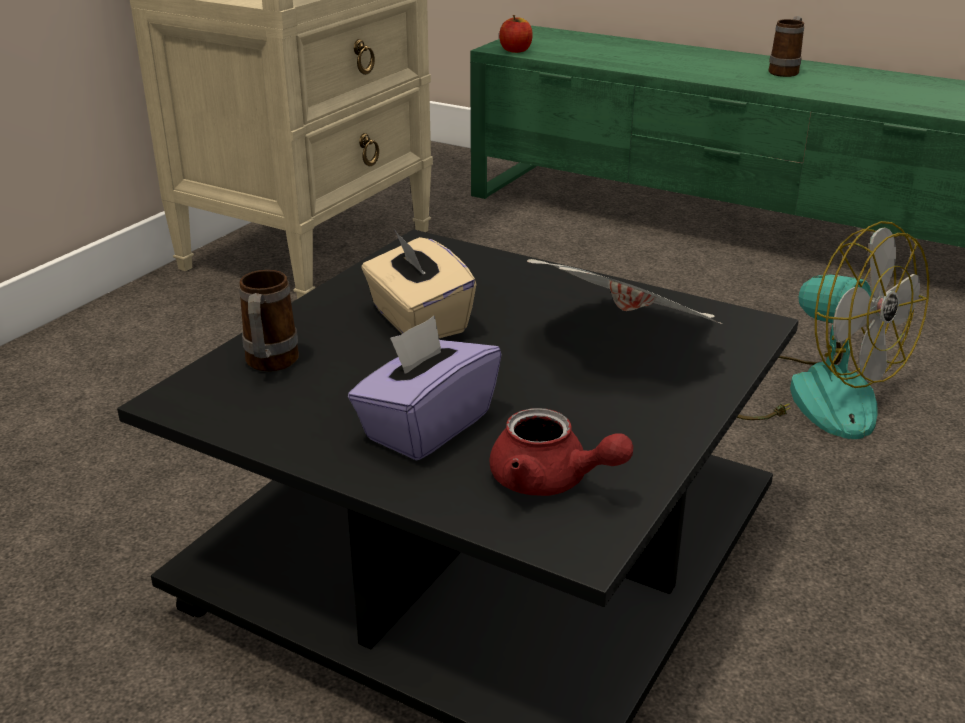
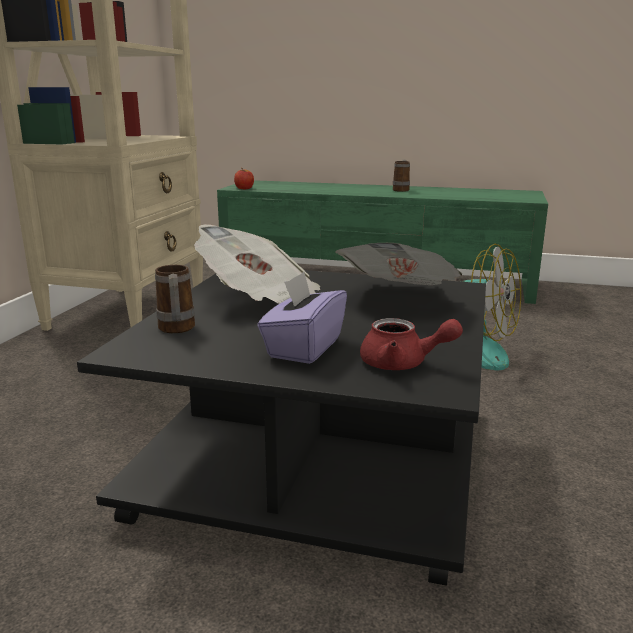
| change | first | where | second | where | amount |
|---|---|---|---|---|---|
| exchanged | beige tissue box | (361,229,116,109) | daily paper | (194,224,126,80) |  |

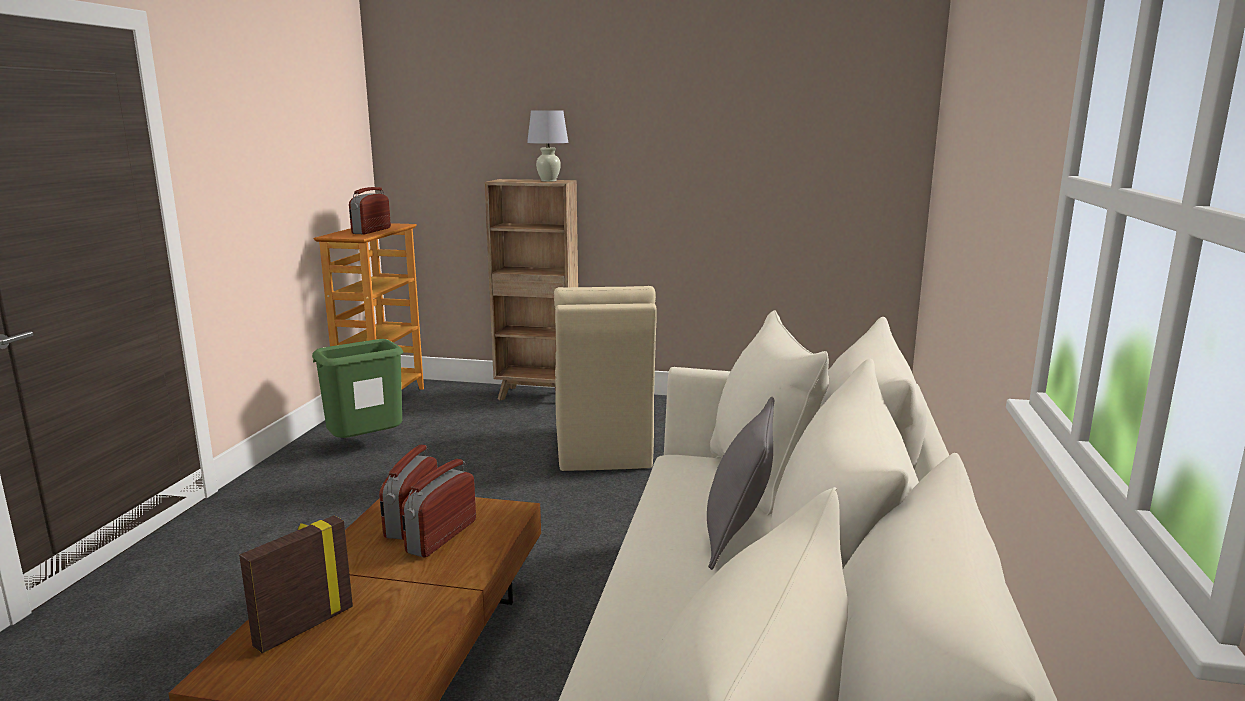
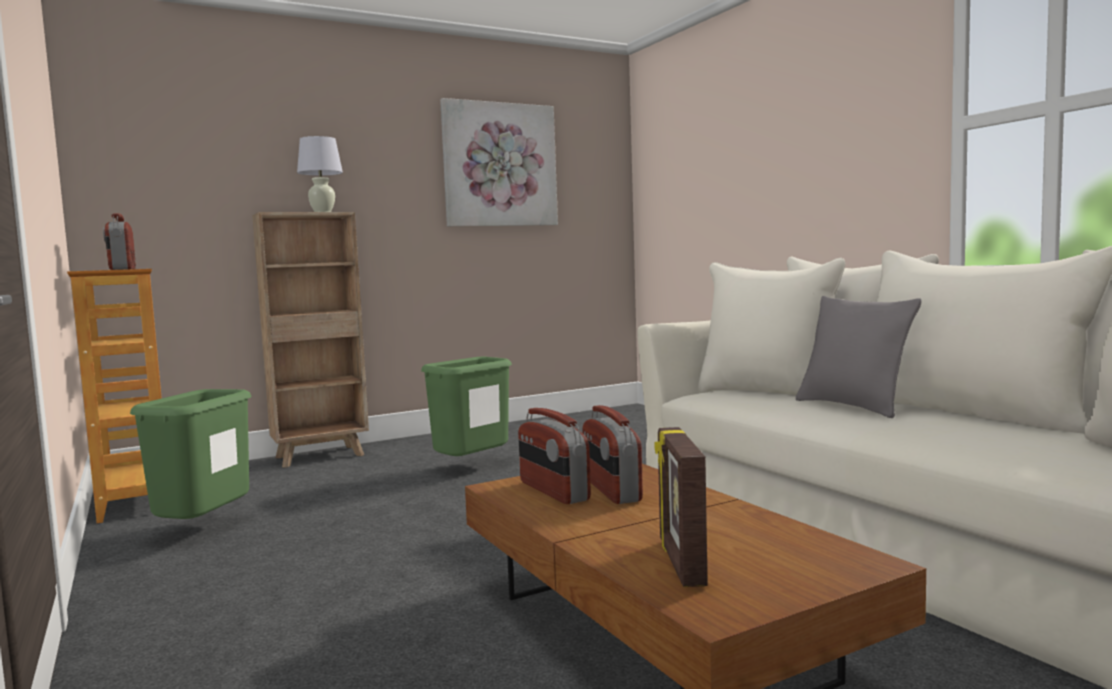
| change | first | where | second | where | amount |
|---|---|---|---|---|---|
| appeared |  |  | picture | (440,98,118,128) |  |
| exchanged | beige plain chair | (554,286,103,185) | green rubbish bin | (421,357,91,99) |  |

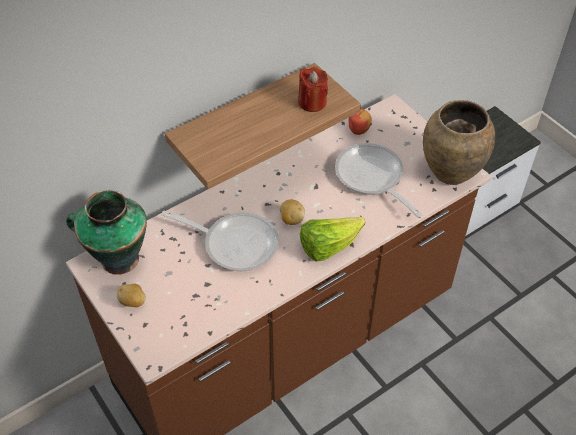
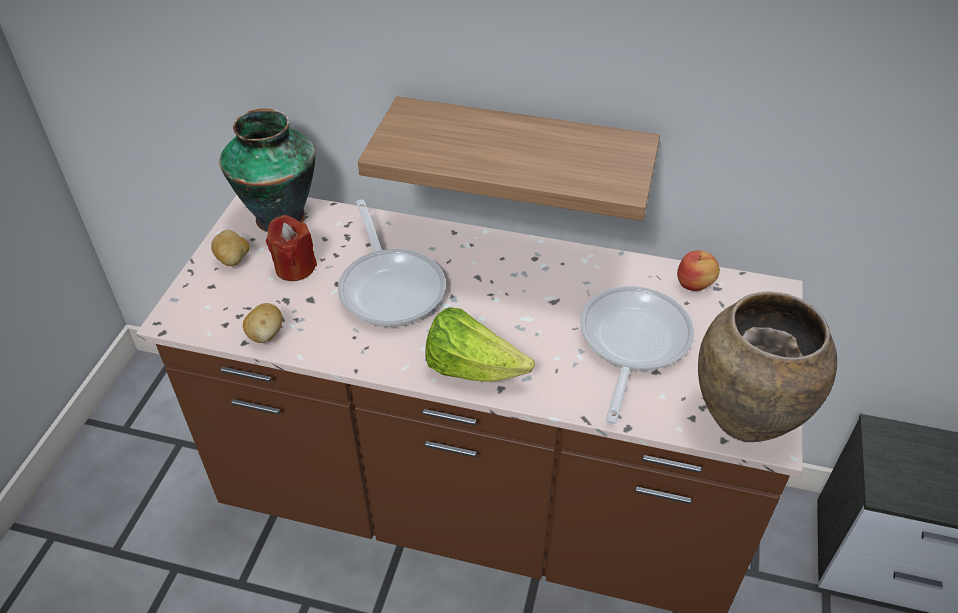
| change | first | where | second | where | amount |
|---|---|---|---|---|---|
| relocated | potato | (280,200,25,25) |  | (243,303,39,40) |  |
| relocated | red wax light | (298,67,30,45) |  | (266,215,51,66) |  |

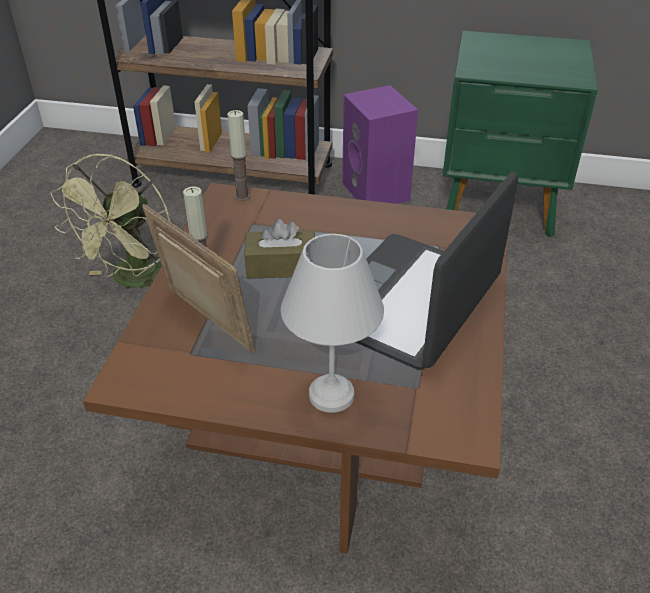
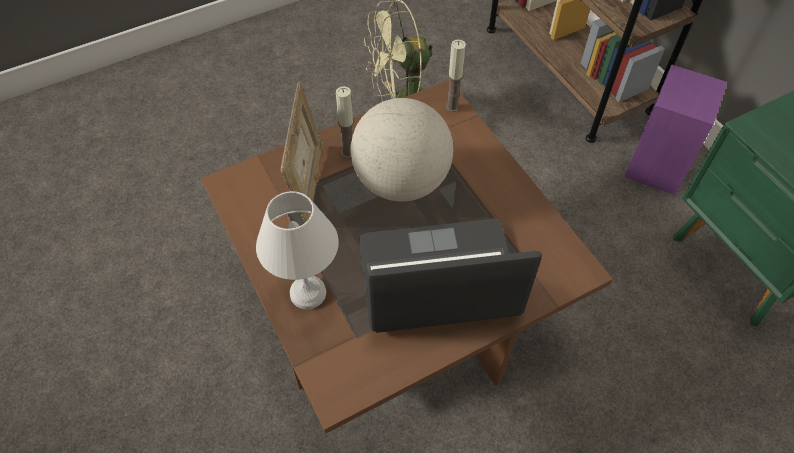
| change | first | where | second | where | amount |
|---|---|---|---|---|---|
| exchanged | brownish tissue box | (244,219,71,60) | desk globe | (351,98,102,104) |  |

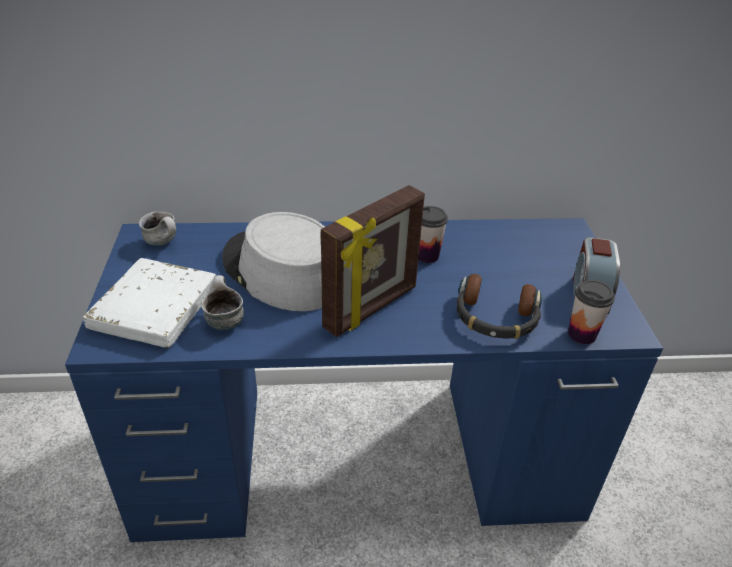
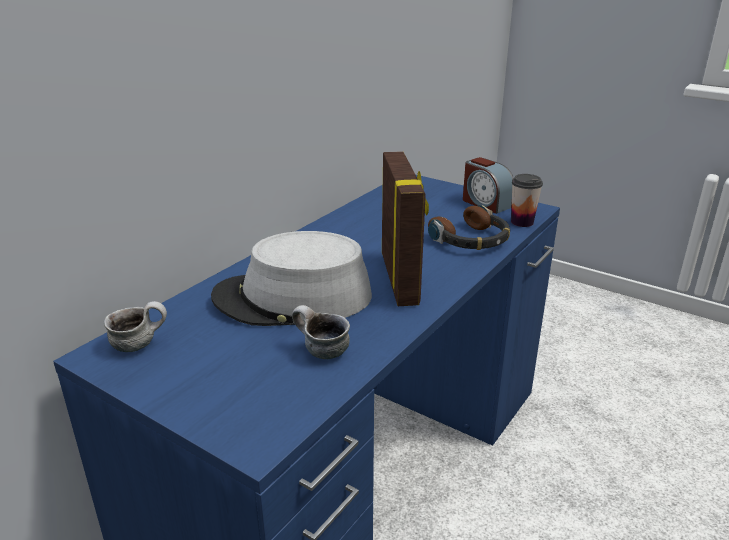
| change | first | where | second | where | amount |
|---|---|---|---|---|---|
| missing | white-coloured book | (83,258,133,90) |  |  |  |
| missing | drinking cup | (418,206,30,57) |  |  |  |

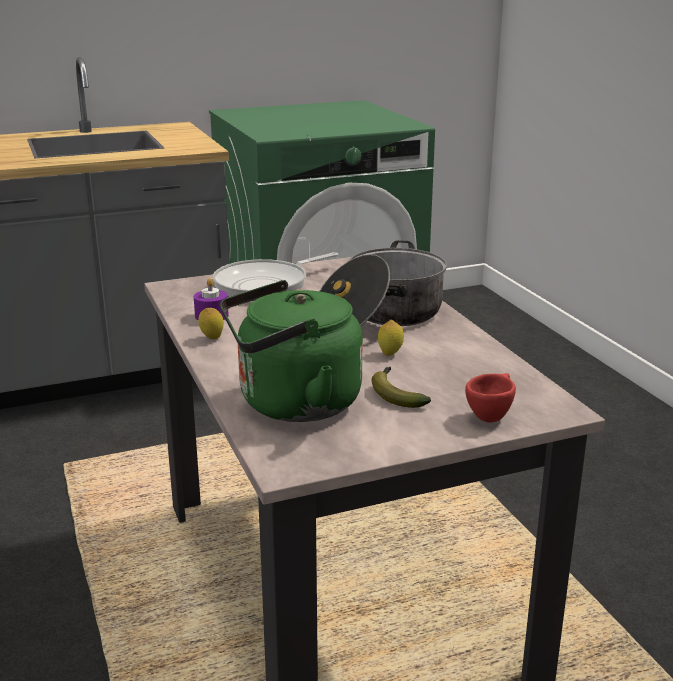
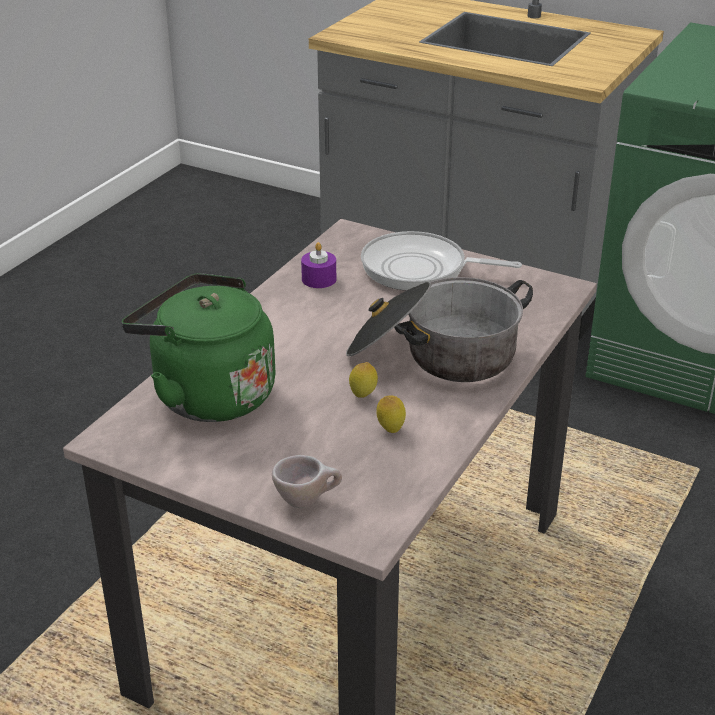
| change | first | where | second | where | amount |
|---|---|---|---|---|---|
| missing | banana | (371,367,60,41) |  |  |  |
| relocated | whole lemon | (198,308,26,31) |  | (376,395,30,38) |  |
| colour | red drinking cup | (465,373,51,50) | beige drinking cup | (272,455,70,53) |  |

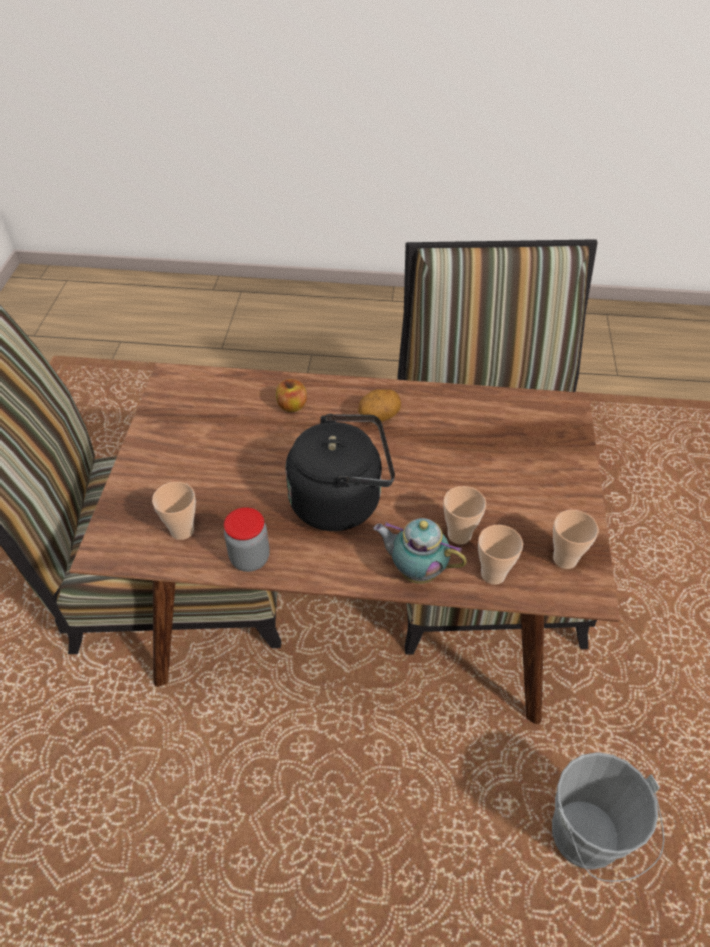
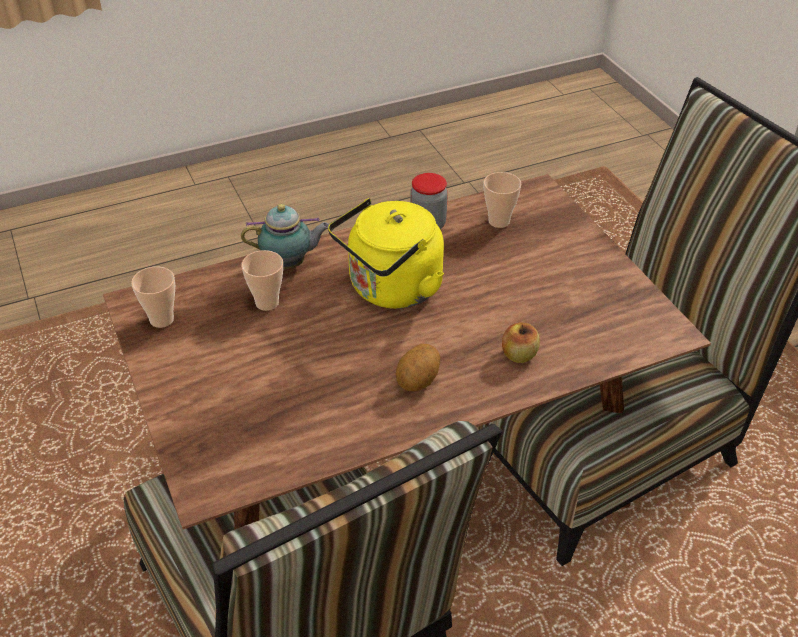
| change | first | where | second | where | amount |
|---|---|---|---|---|---|
| missing | drinking cup | (478,525,45,60) |  |  |  |
| missing | grey bucket | (552,752,112,130) |  |  |  |
| colour | blackish tea kettle | (285,414,110,117) | yellow-coloured tea kettle | (328,198,116,111) |  |

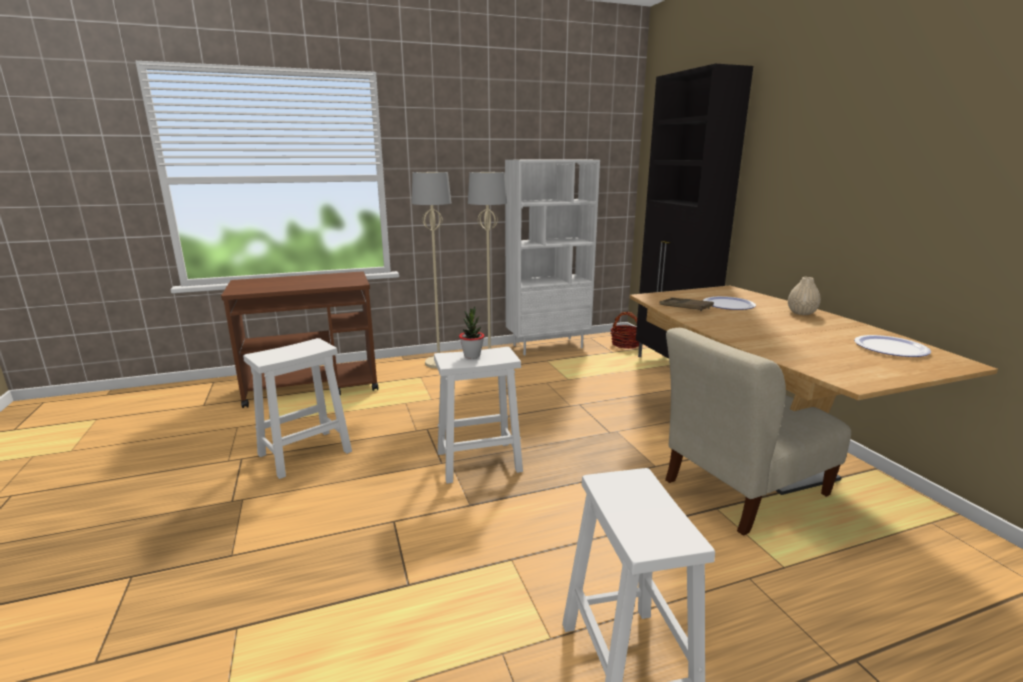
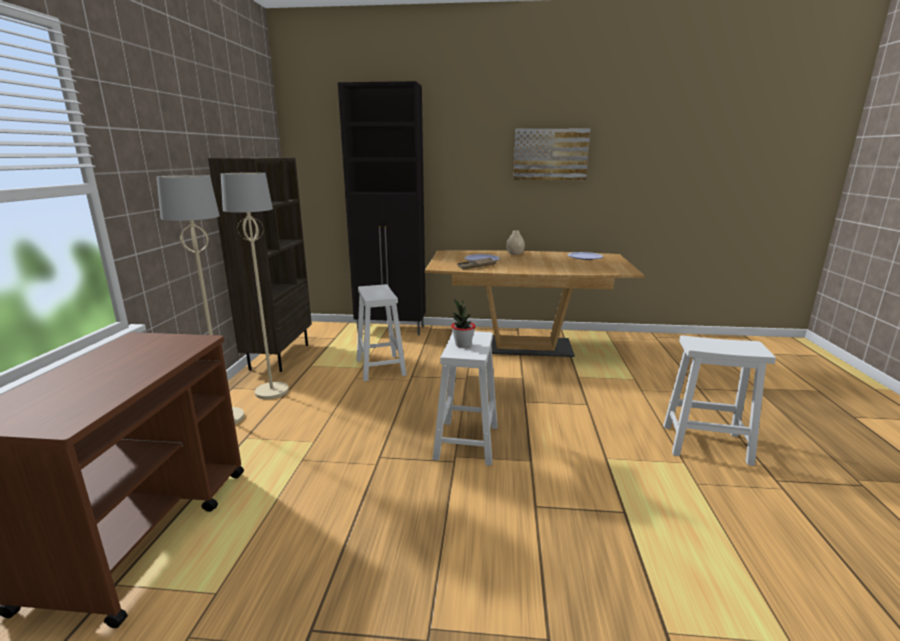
| change | first | where | second | where | amount |
|---|---|---|---|---|---|
| missing | household basket | (610,312,29,37) |  |  |  |
| missing | beige plain chair | (665,328,186,207) |  |  |  |
| appeared |  |  | picture | (514,129,76,51) |  |
| relocated | white-coloured stool seat | (243,338,109,141) |  | (357,284,50,97) |  |
| colour | white-coloured bookcase | (505,159,95,196) | brownish bookcase | (208,157,104,215) |  |

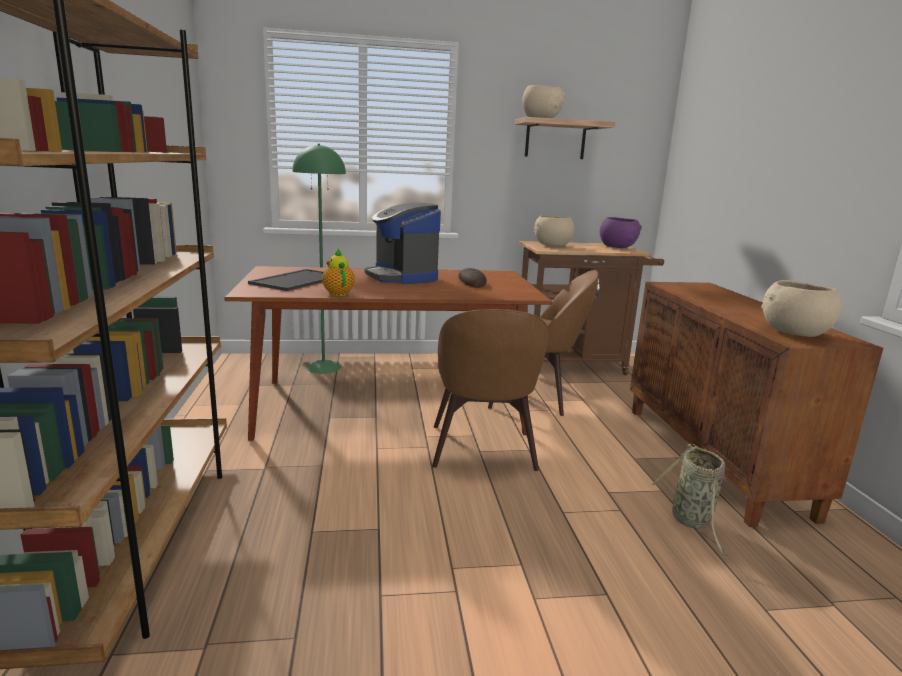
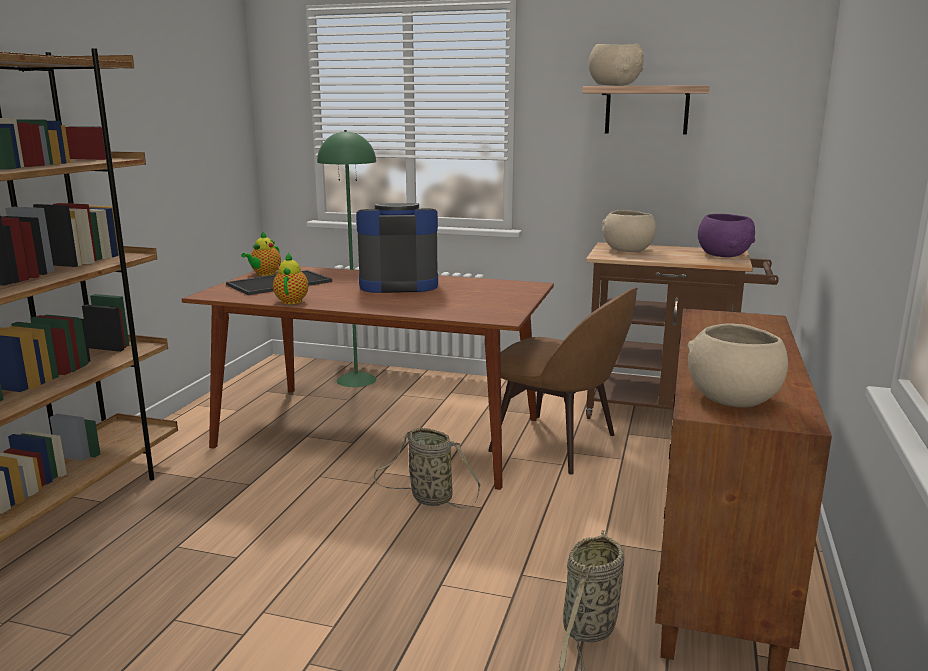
| change | first | where | second | where | amount |
|---|---|---|---|---|---|
| missing | bakery bread | (458,268,29,20) |  |  |  |
| appeared |  |  | tea pot | (241,231,40,45) |  |
| exchanged | brownish plain chair | (432,309,117,162) | household basket | (374,428,107,81) |  |
| spun | coffee brewer | (365,203,76,81) |  | (356,203,82,90) | 90 degrees clockwise |

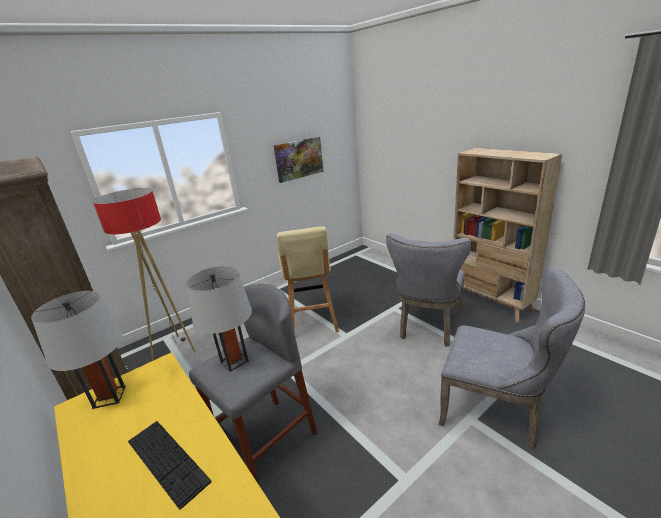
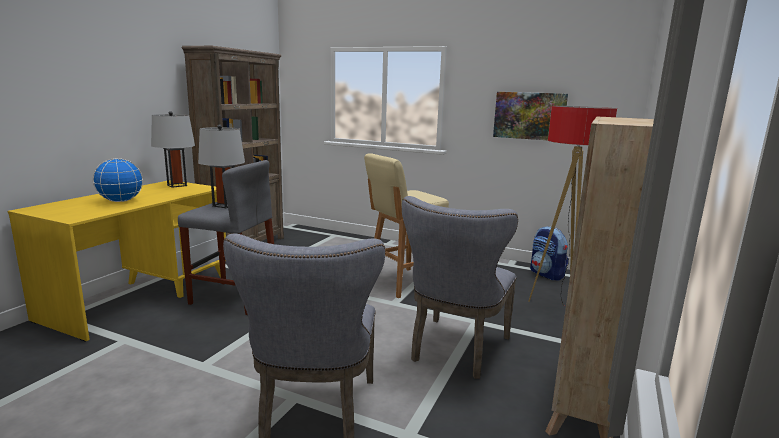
| change | first | where | second | where | amount |
|---|---|---|---|---|---|
| appeared |  |  | knapsack | (530,226,38,55) |  |
| relocated | floor lamp | (93,188,102,173) |  | (528,106,89,200) |  |
| exchanged | PC keyboard | (128,421,84,89) | desk globe | (93,158,50,44) |  |
| spun | grey plain chair | (386,233,85,114) |  | (402,196,116,183) | 60 degrees counterclockwise |

